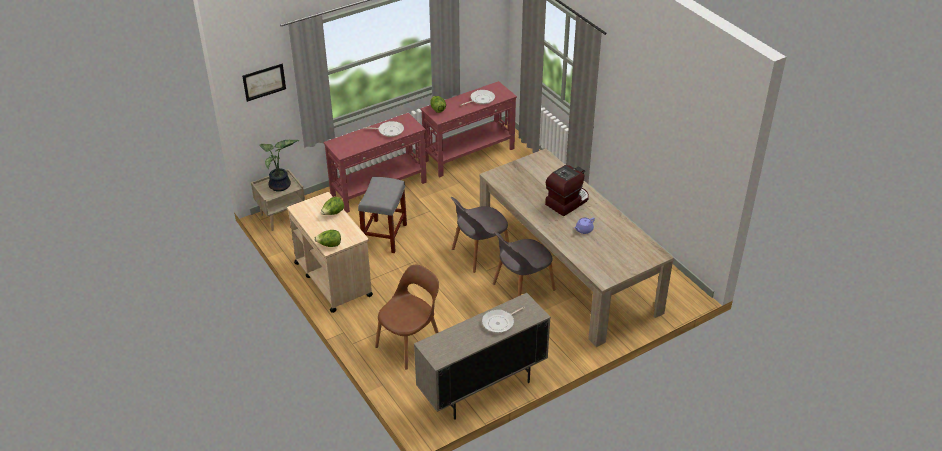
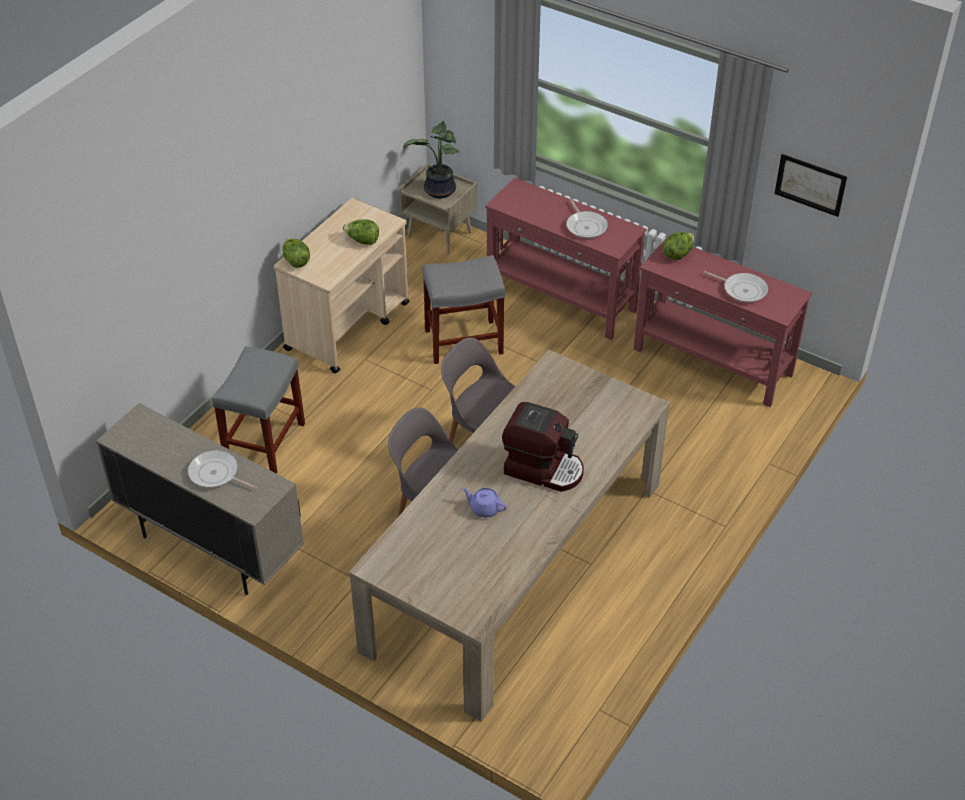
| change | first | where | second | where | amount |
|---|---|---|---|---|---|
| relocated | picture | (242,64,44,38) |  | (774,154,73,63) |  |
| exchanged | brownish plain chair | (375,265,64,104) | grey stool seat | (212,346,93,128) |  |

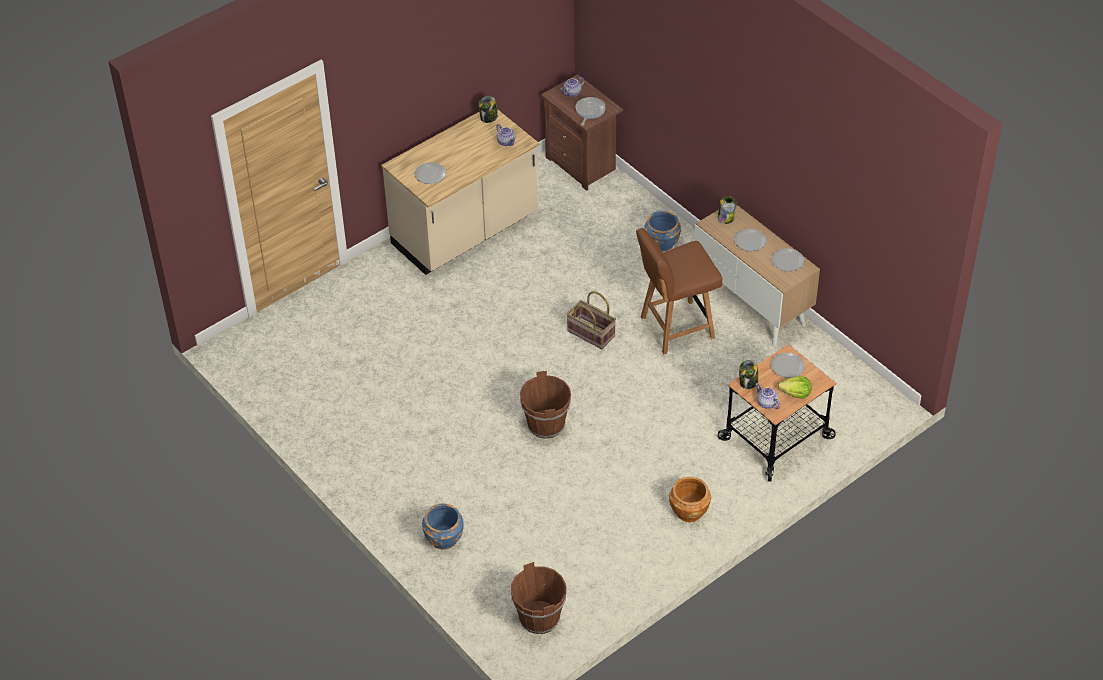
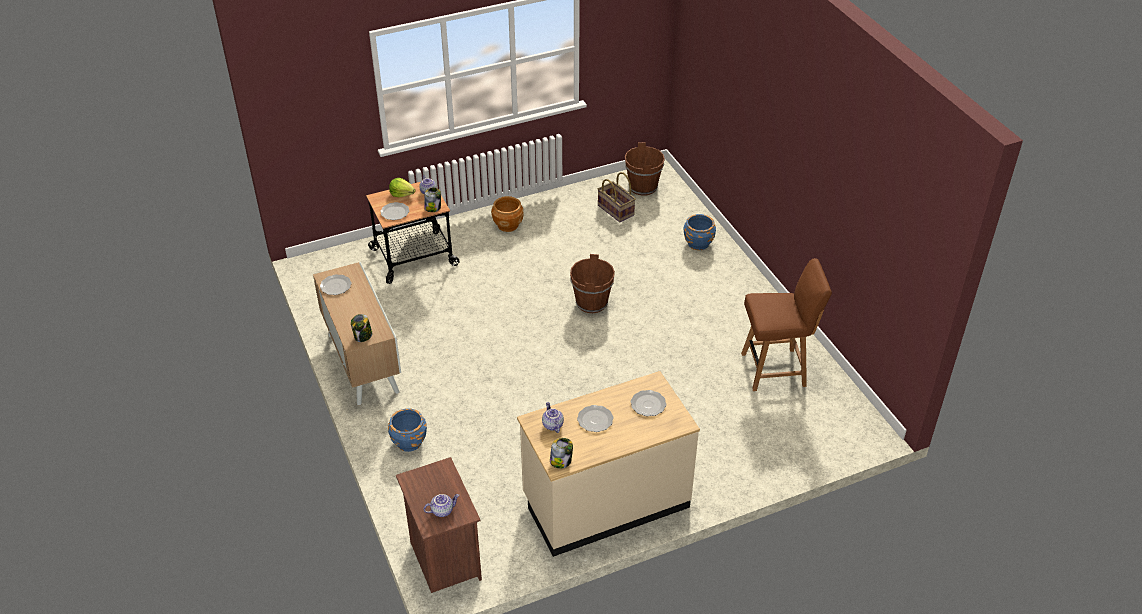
| change | first | where | second | where | amount |
|---|---|---|---|---|---|
| missing | pan | (576,97,30,29) |  |  |  |
| relocated | household basket | (567,291,49,58) |  | (598,172,38,50) |  |
| relocated | brownish plain chair | (636,228,86,126) |  | (741,258,91,133) |  |
| relocated | flat dish | (734,228,33,23) |  | (577,405,37,27) |  |

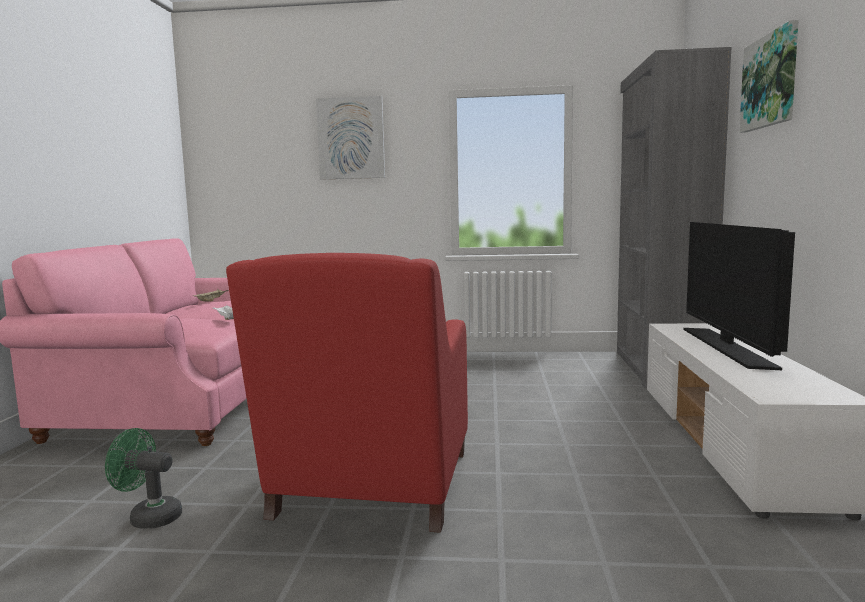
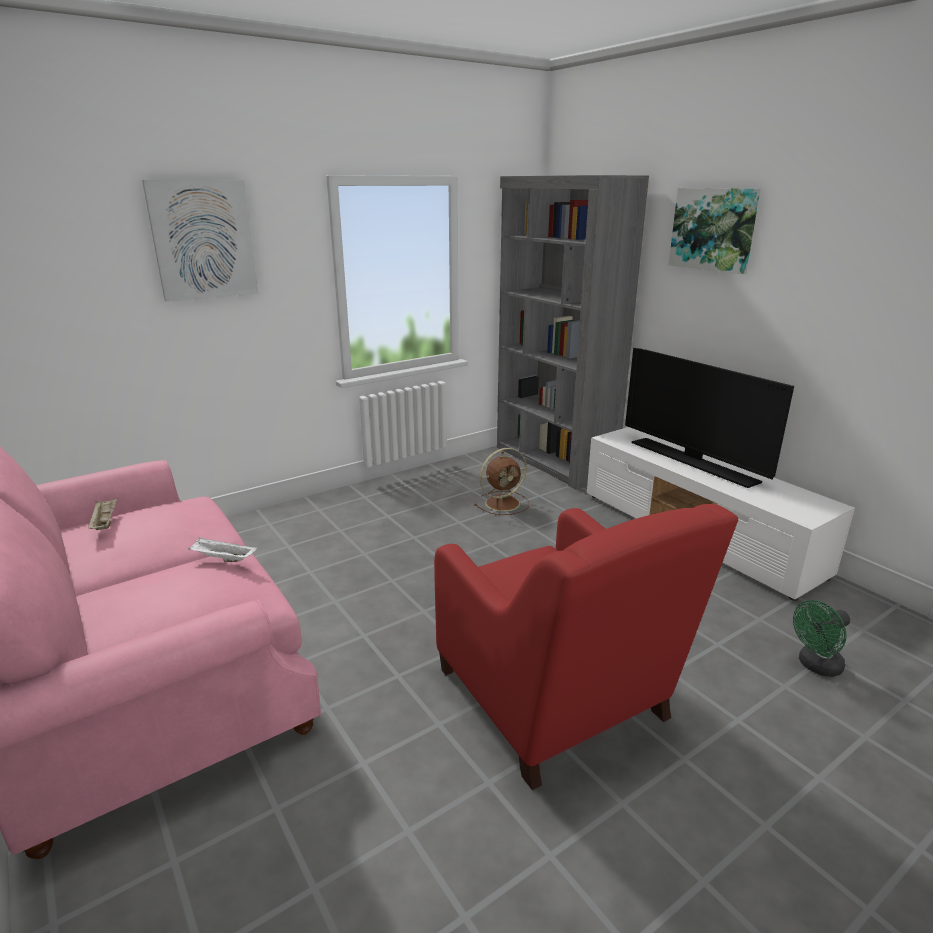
| change | first | where | second | where | amount |
|---|---|---|---|---|---|
| appeared |  |  | brownish fan | (474,448,56,67) |  |
| relocated | green fan | (105,428,77,101) |  | (793,600,57,77) |  |

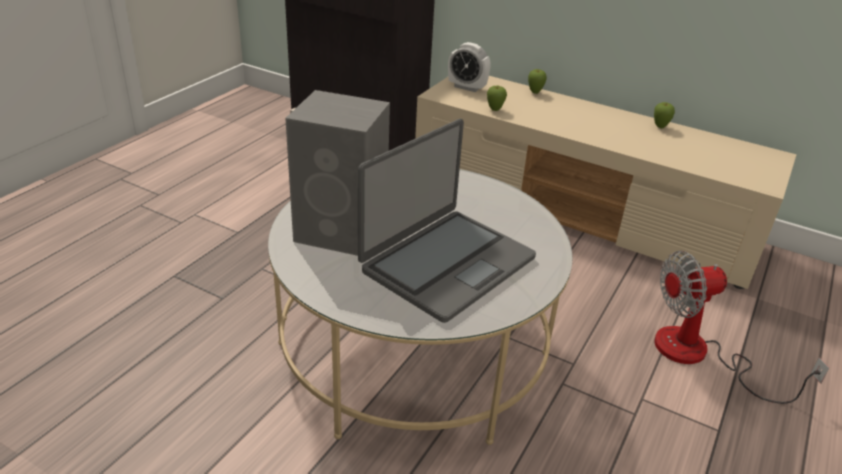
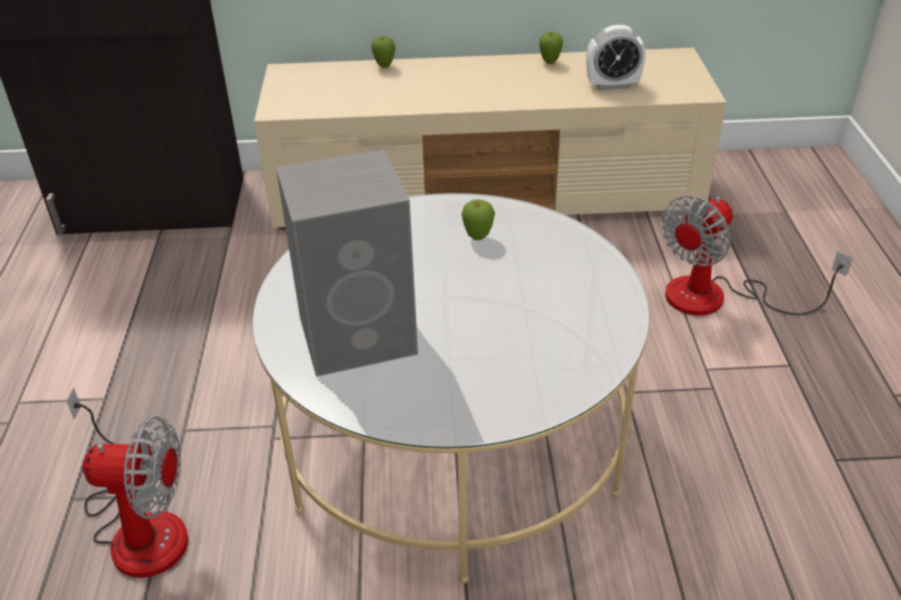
| change | first | where | second | where | amount |
|---|---|---|---|---|---|
| missing | laptop | (358,119,178,204) |  |  |  |
| appeared |  |  | fan | (66,387,122,191) |  |
| relocated | table clock | (448,42,42,50) |  | (586,25,60,65) |  |
| relocated | apple fruit | (487,86,20,25) |  | (462,199,33,41) |  |

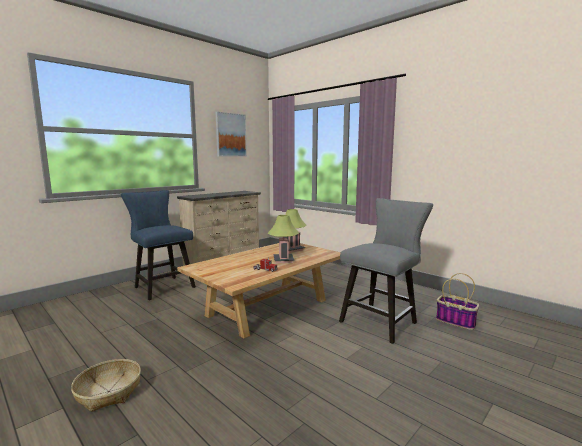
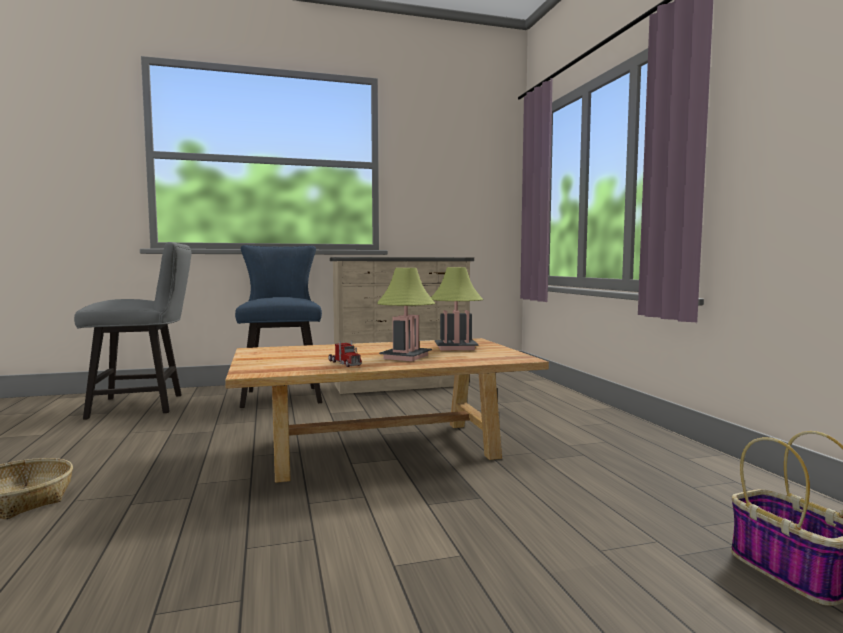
| change | first | where | second | where | amount |
|---|---|---|---|---|---|
| missing | picture | (216,112,31,45) |  |  |  |
| relocated | grey plain chair | (339,198,94,146) |  | (74,242,117,178) |  |

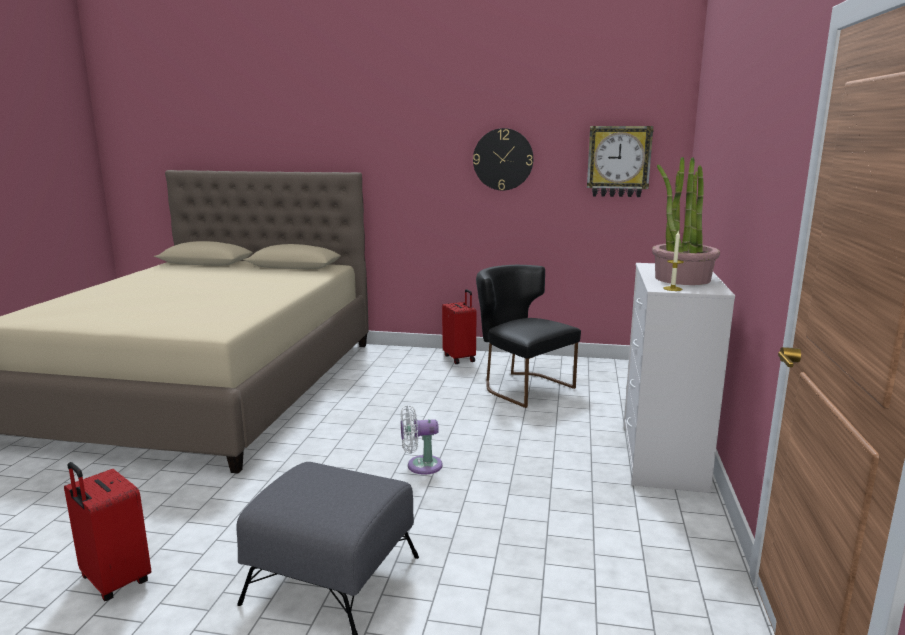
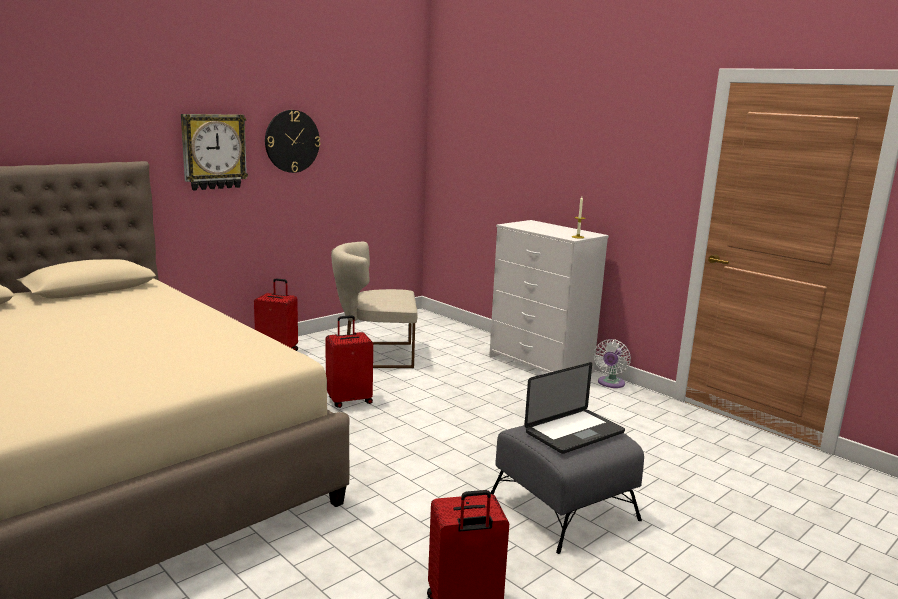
| change | first | where | second | where | amount |
|---|---|---|---|---|---|
| missing | potted plant | (652,157,68,128) |  |  |  |
| appeared |  |  | red piece of luggage | (325,315,48,93) |  |
| appeared |  |  | laptop | (524,362,101,92) |  |
| relocated | white-coloured fan | (400,405,43,70) |  | (594,339,37,49) |  |
| relocated | wall clock | (587,126,67,71) |  | (181,114,67,76) |  |
| colour | blackish plain chair | (476,265,105,143) | beige plain chair | (331,242,86,126) |  |

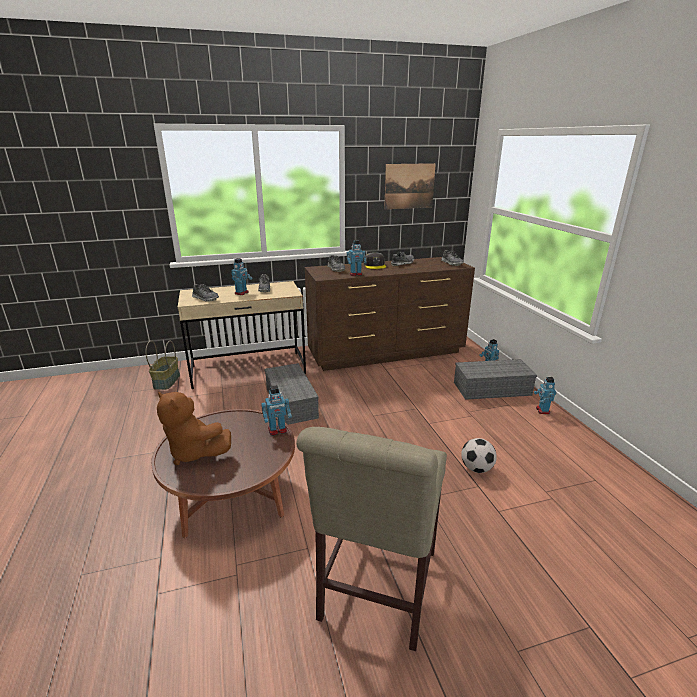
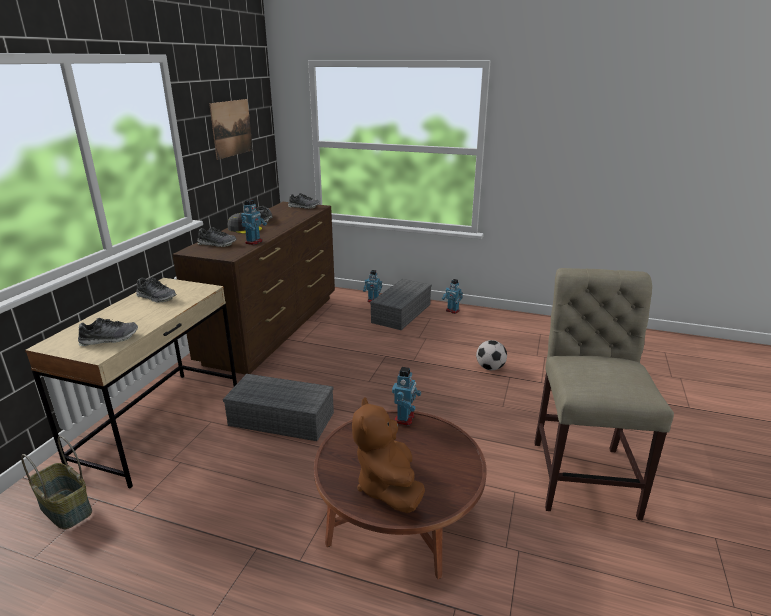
| change | first | where | second | where | amount |
|---|---|---|---|---|---|
| missing | robot figure | (231,258,22,37) |  |  |  |
| spun | brownish cuddly toy | (157,391,74,74) |  | (352,397,73,116) | 105 degrees clockwise |
| spun | beige plain chair | (296,427,151,224) |  | (534,268,140,252) | 135 degrees counterclockwise |

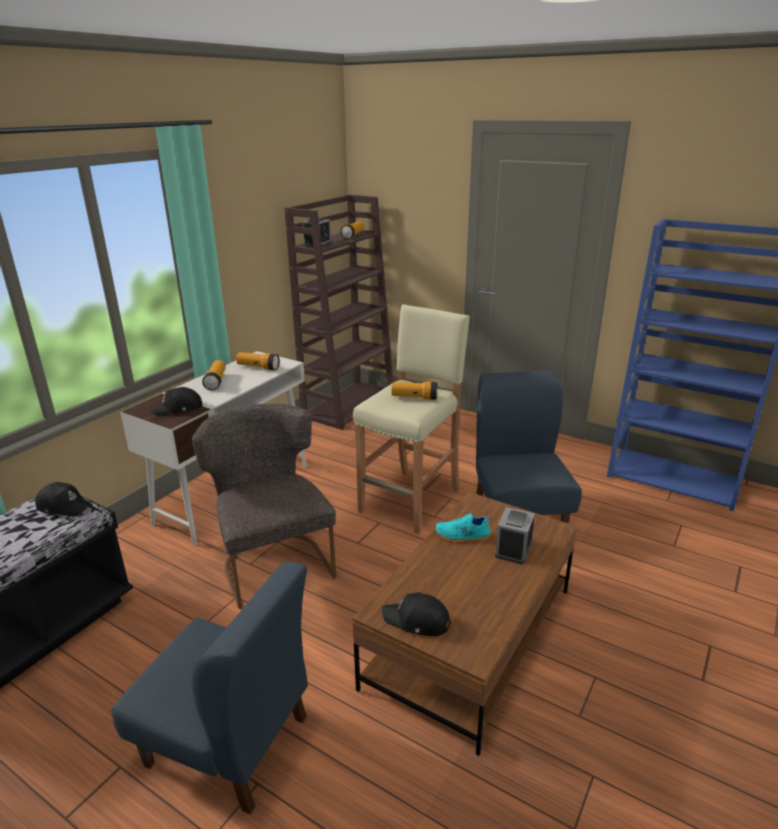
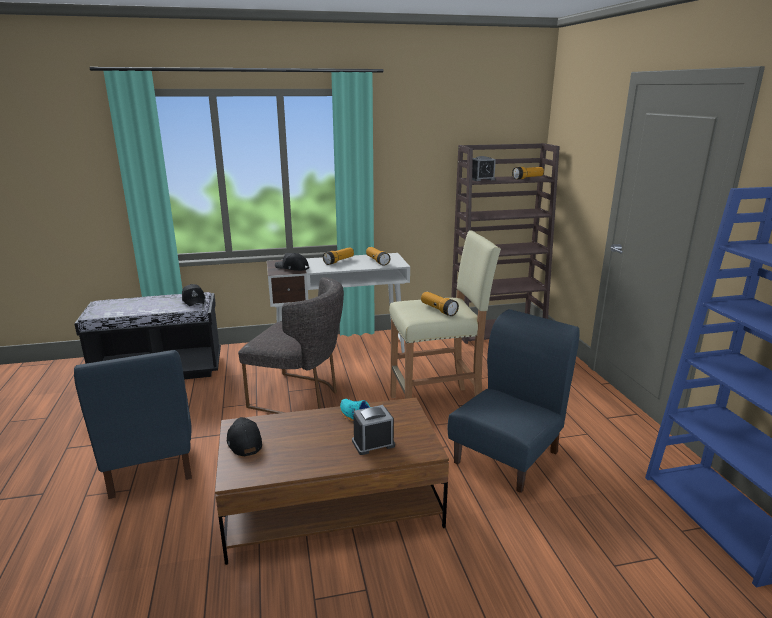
| change | first | where | second | where | amount |
|---|---|---|---|---|---|
| spun | grey plain chair | (192,404,144,205) |  | (238,277,106,137) | 90 degrees clockwise |

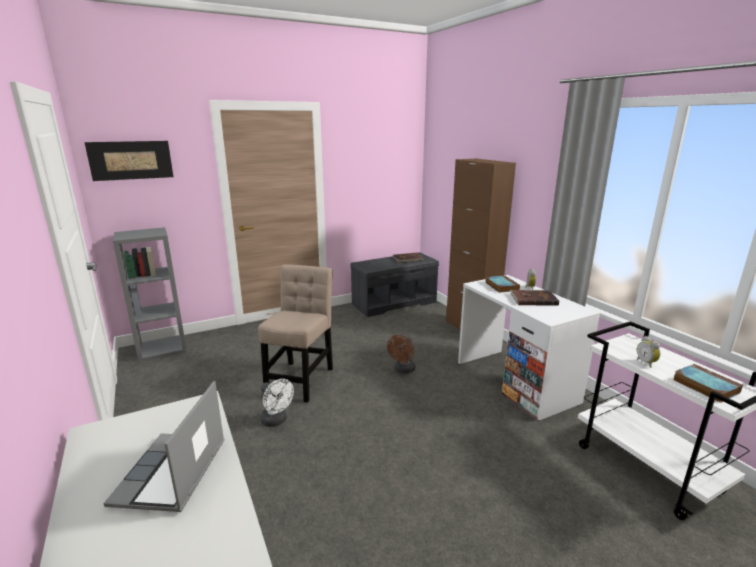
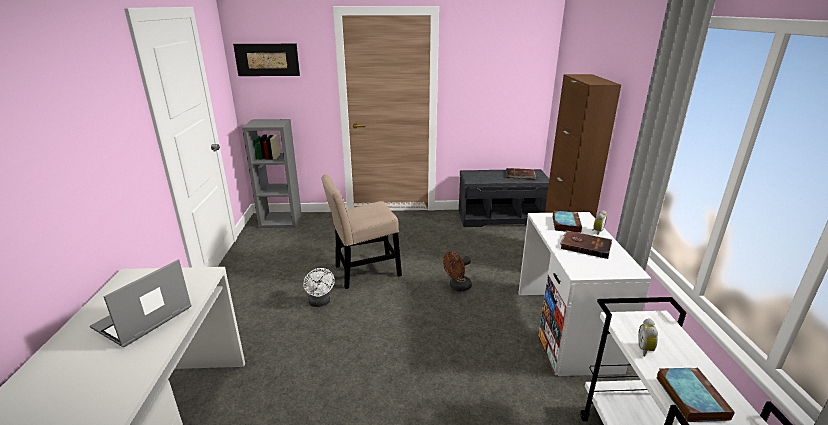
| change | first | where | second | where | amount |
|---|---|---|---|---|---|
| spun | beige plain chair | (258,265,75,138) |  | (322,174,80,115) | 150 degrees counterclockwise |

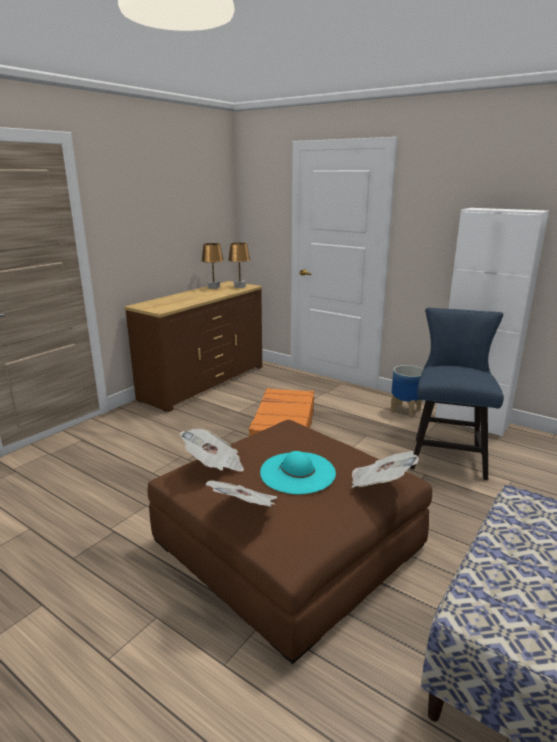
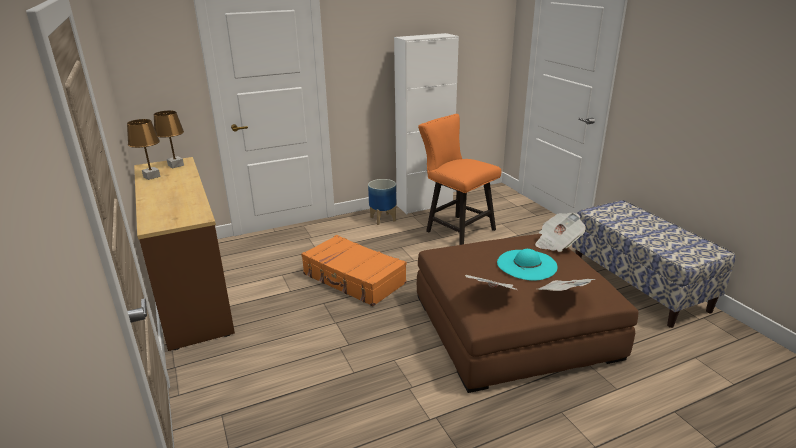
| change | first | where | second | where | amount |
|---|---|---|---|---|---|
| colour | bluish plain chair | (410,308,94,172) | orangey plain chair | (418,114,83,131) |  |

